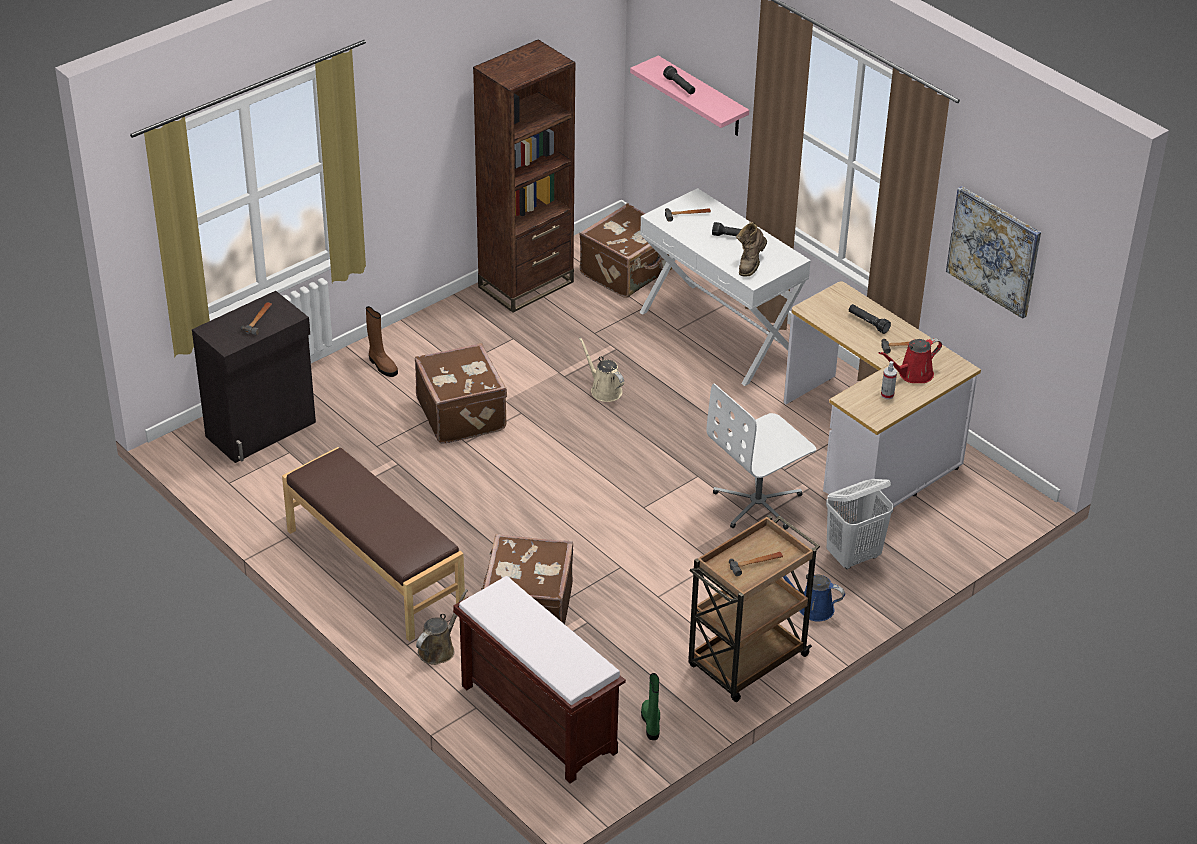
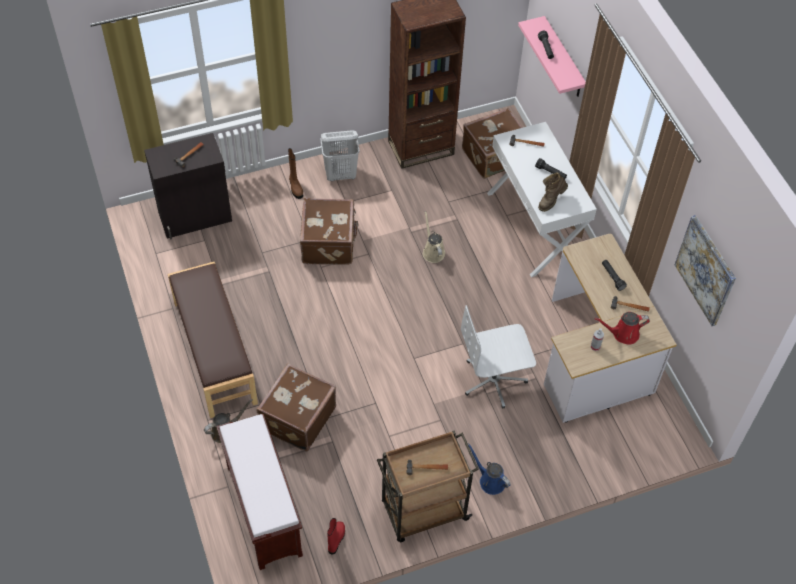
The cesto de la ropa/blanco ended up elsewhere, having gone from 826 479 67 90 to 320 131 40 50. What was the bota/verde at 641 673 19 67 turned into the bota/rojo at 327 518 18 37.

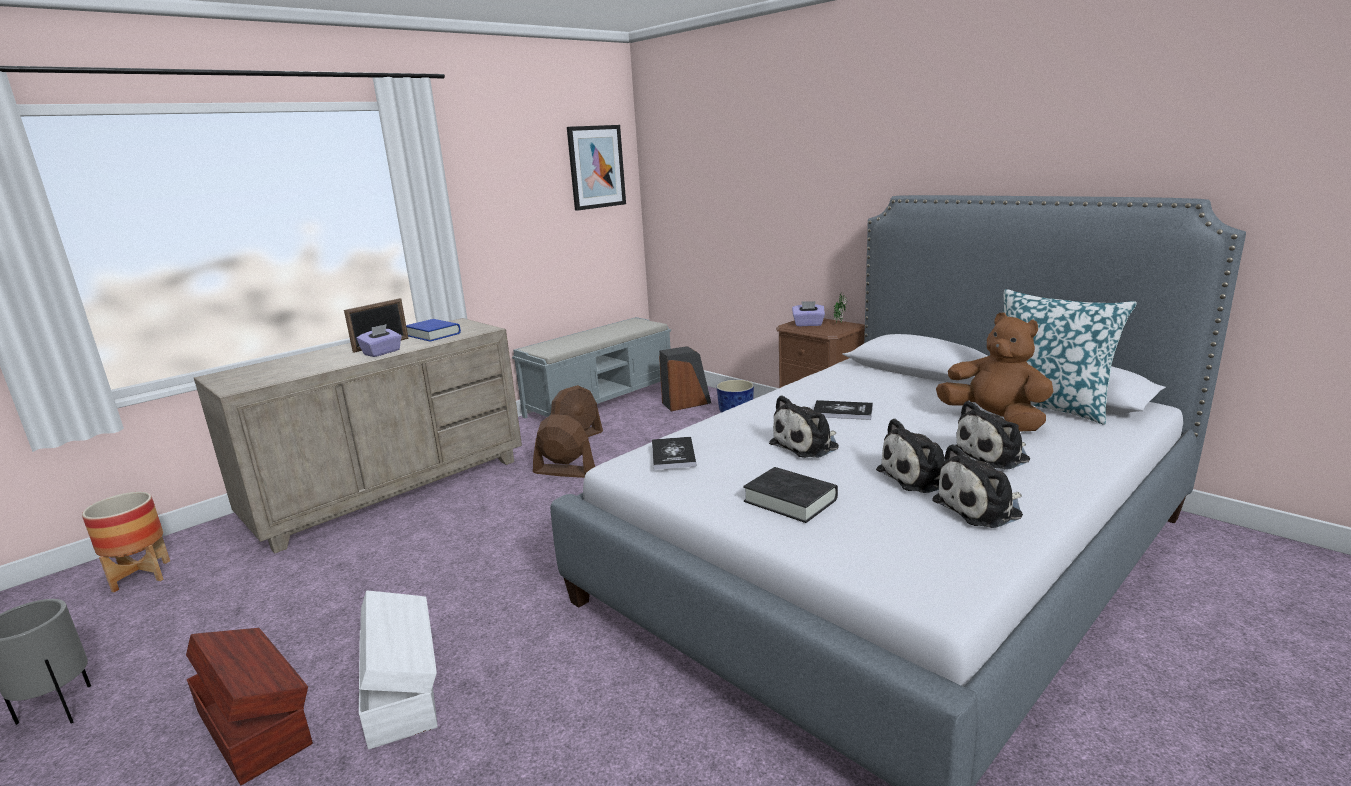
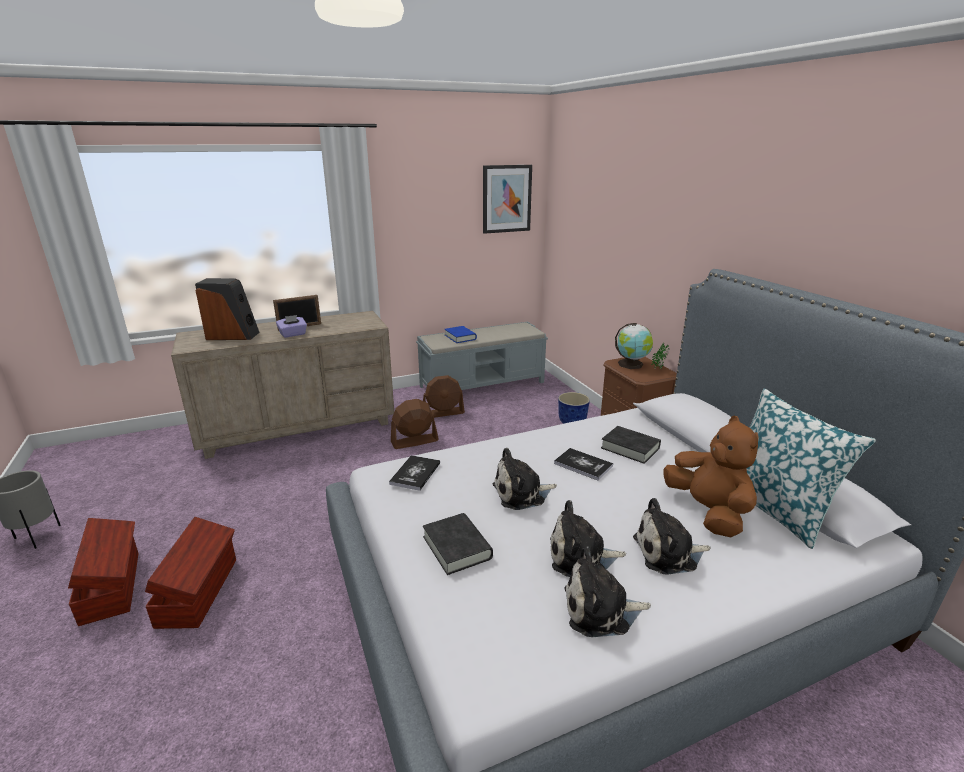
What was the caja de almacenaje/blanco at 359 591 79 158 turned into the caja de almacenaje/marrón at 145 517 91 112. The altavoz ended up elsewhere, having gone from 659 346 52 65 to 195 278 65 62. The ventilador/marrón at 533 414 62 64 ended up facing another way, 60 degrees counterclockwise from before. The libro/azul ended up elsewhere, having gone from 406 319 55 22 to 445 326 32 17. The second view gained the libro/negro at 601 426 60 38. Where the caja de pañuelos/morado stood at 792 301 33 25, the globo terráqueo came to stand at 615 323 38 46. The second view lost the maceta at 82 492 88 100.

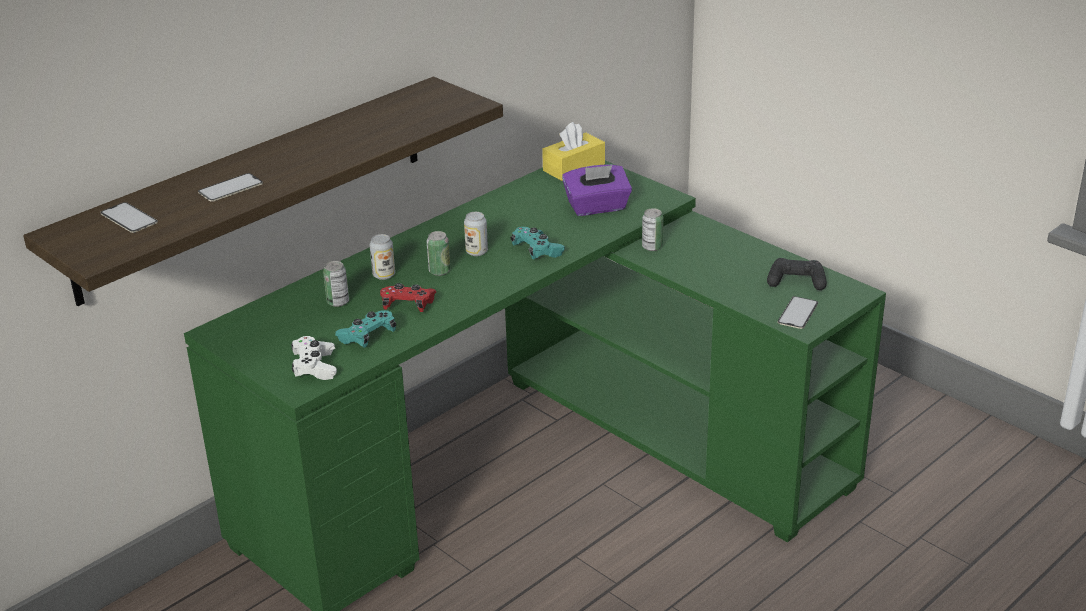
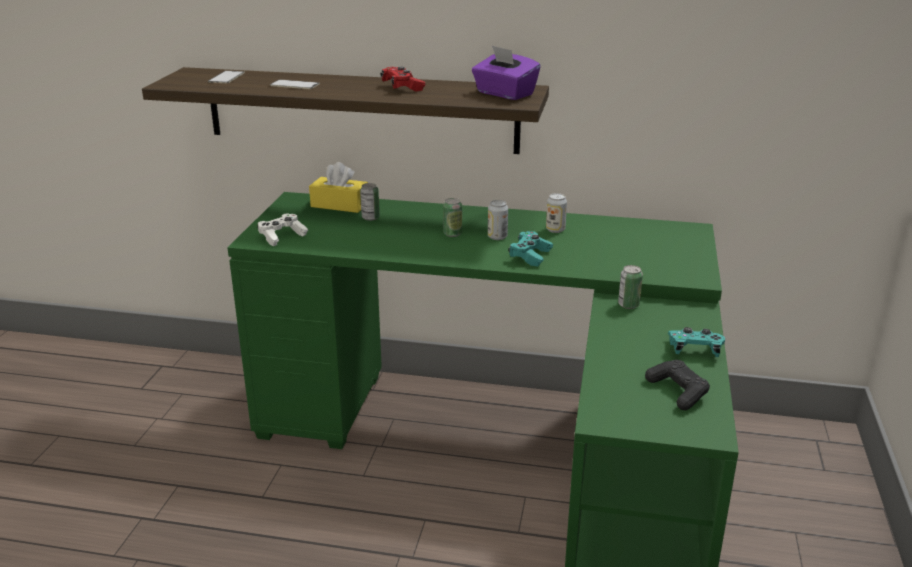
The caja de pañuelos/amarillo ended up elsewhere, having gone from 542 122 63 59 to 309 162 59 51. The mando de consola/rojo ended up elsewhere, having gone from 380 283 56 29 to 380 67 45 24. The caja de pañuelos/morado ended up elsewhere, having gone from 562 165 70 51 to 472 46 69 54. The lata ended up elsewhere, having gone from 370 234 25 46 to 546 193 21 40. The mando de consola/turquesa ended up elsewhere, having gone from 335 310 61 38 to 668 327 57 30. The second view lost the móvil at 777 296 41 33.

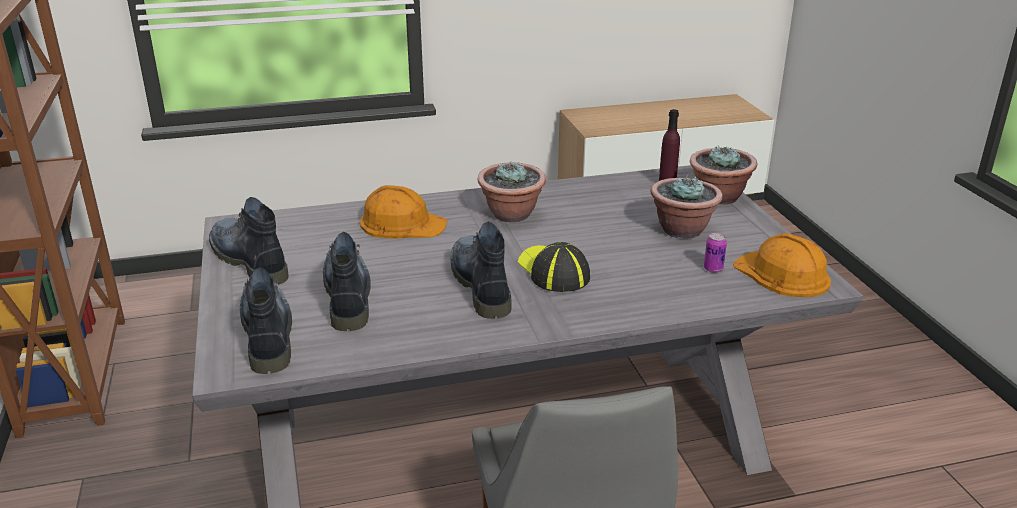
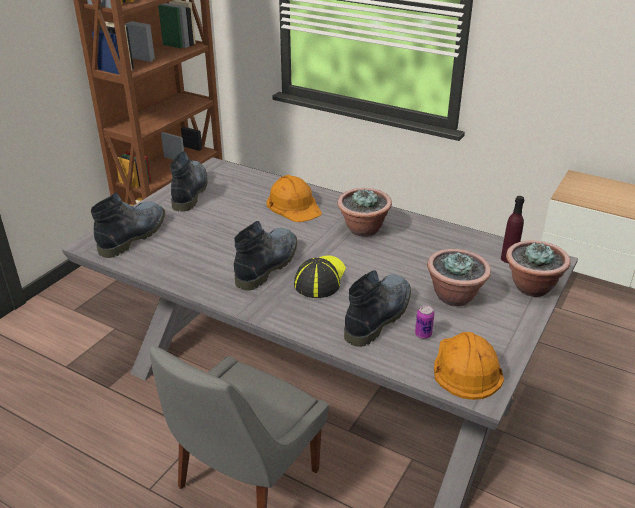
The bota ended up elsewhere, having gone from 323 232 48 99 to 344 270 67 77.

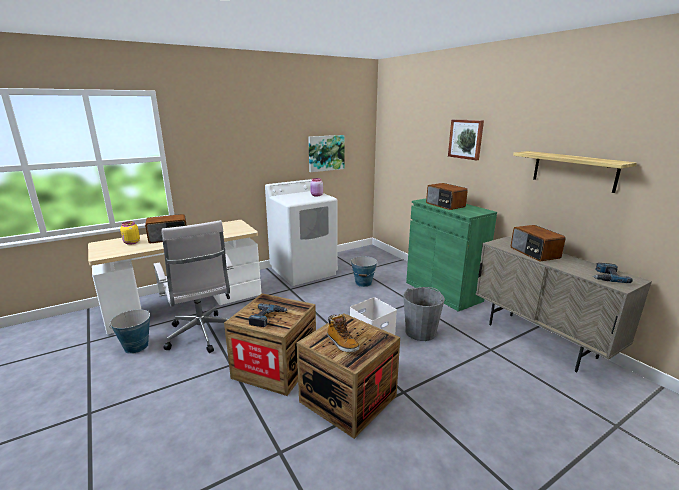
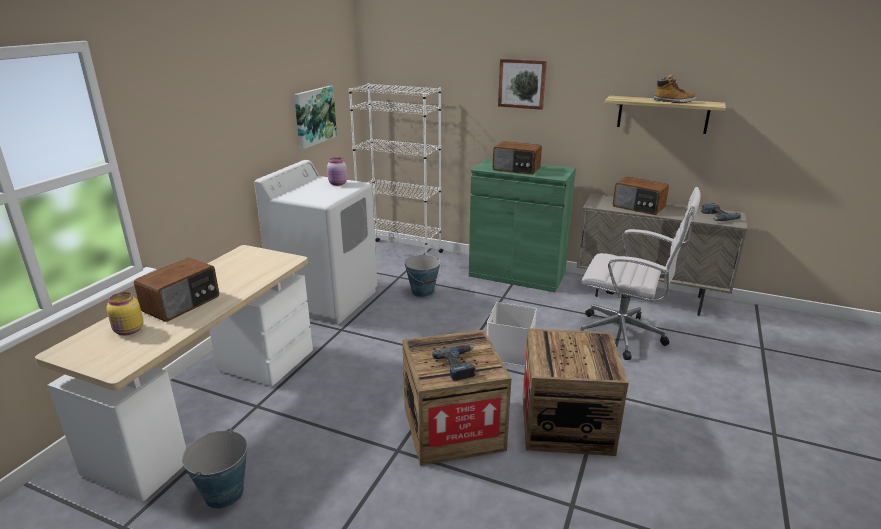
The second view gained the estantería/blanco at 349 83 94 172. The silla de oficina/blanco ended up elsewhere, having gone from 153 220 80 133 to 580 187 121 173. The bota ended up elsewhere, having gone from 327 314 33 38 to 654 74 43 29. The second view lost the cubo/gris at 403 287 42 54.

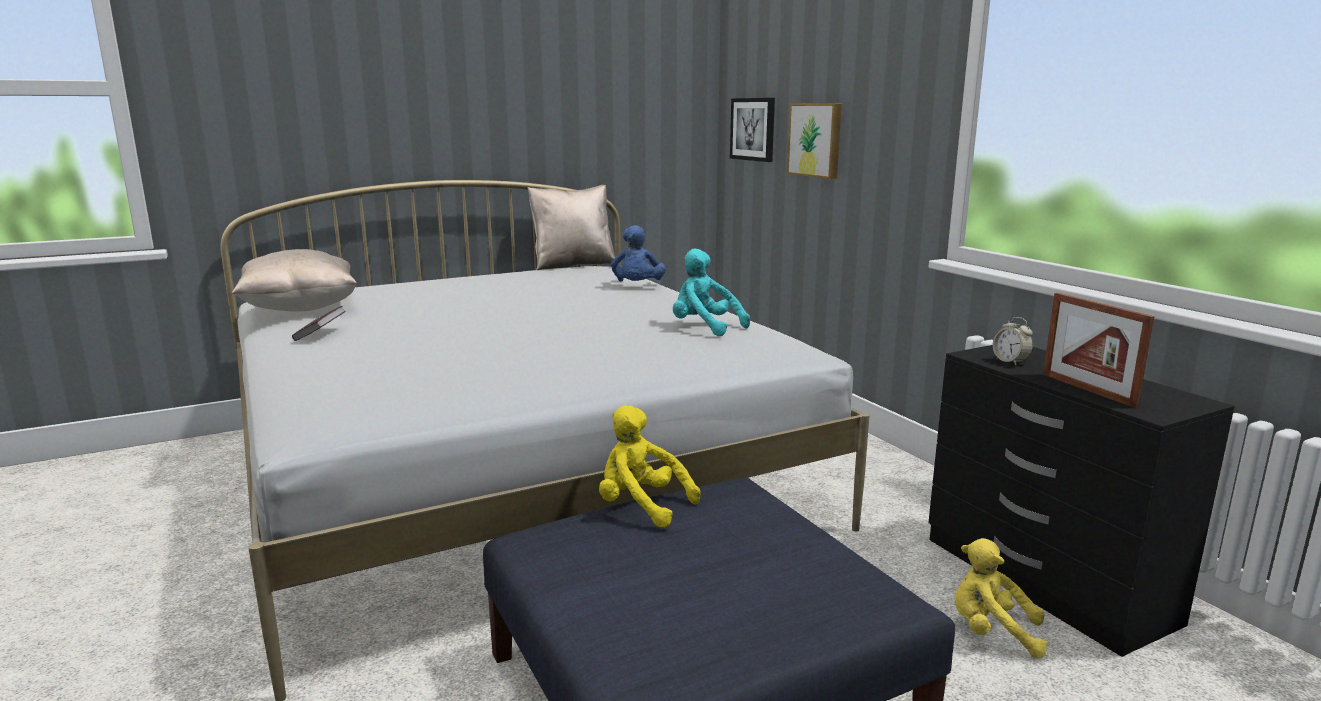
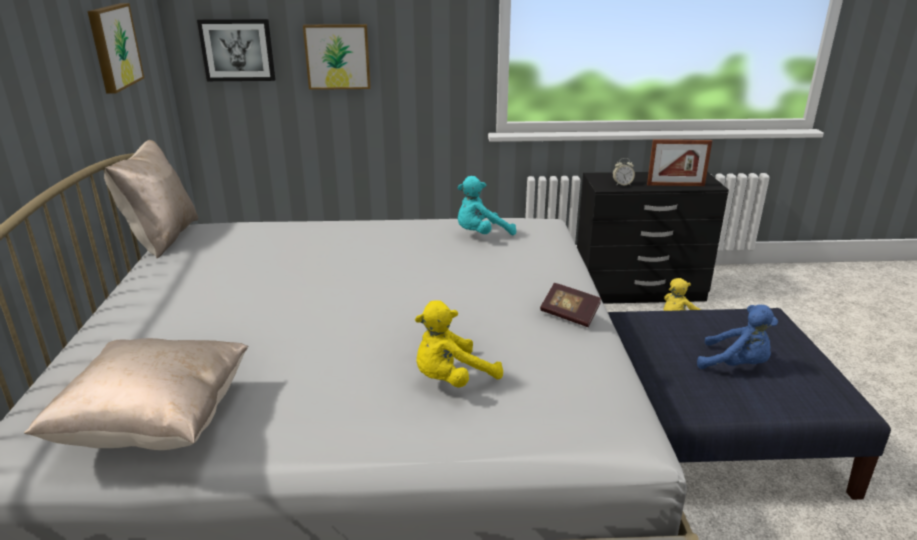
The second view gained the cuadro at 88 3 56 91. The peluche/amarillo ended up elsewhere, having gone from 599 405 102 123 to 415 300 88 88. The libro ended up elsewhere, having gone from 292 306 54 35 to 540 283 61 44. The peluche/azul ended up elsewhere, having gone from 611 225 55 56 to 697 305 81 64.

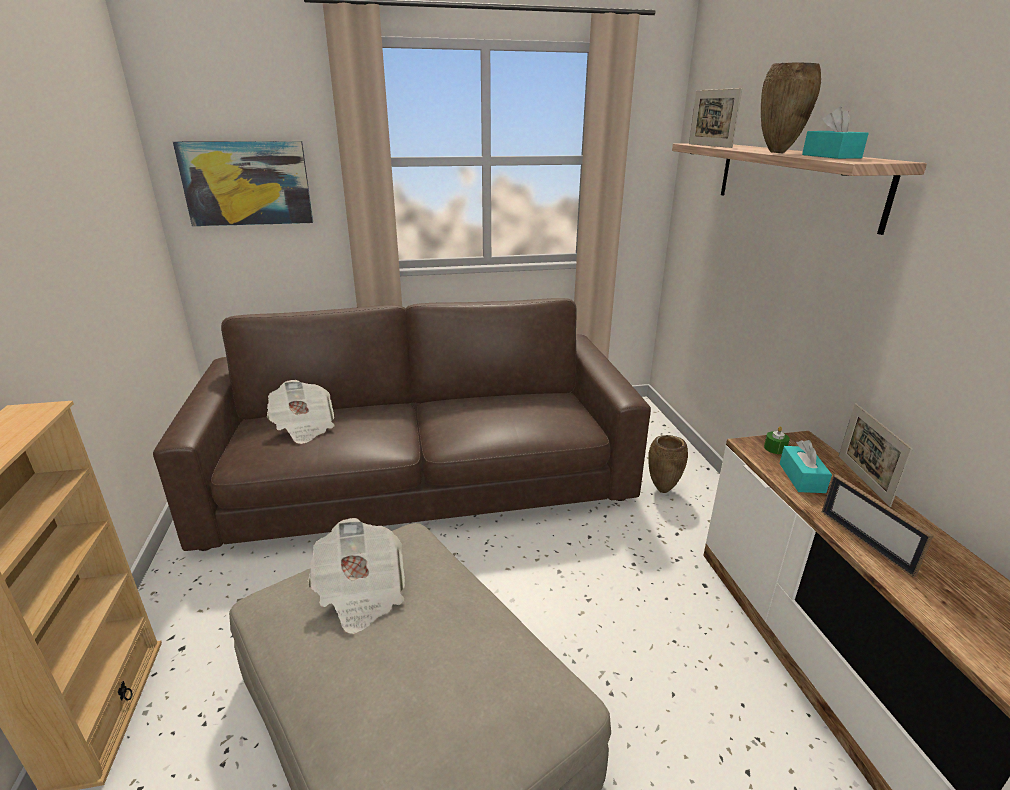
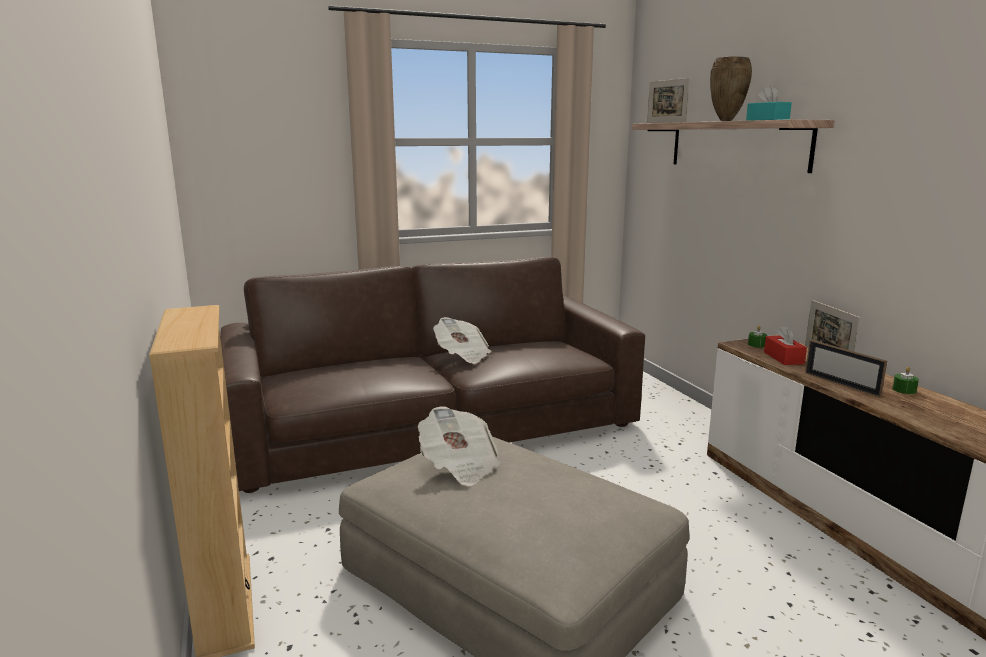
The periódico ended up elsewhere, having gone from 267 380 67 64 to 433 317 58 47. What was the caja de pañuelos/turquesa at 779 440 53 53 turned into the caja de pañuelos/rojo at 764 325 43 40. The second view gained the vela/verde at 892 367 27 27. The second view lost the cuadro at 173 141 140 85. The second view lost the florero/marrón at 648 435 40 58.

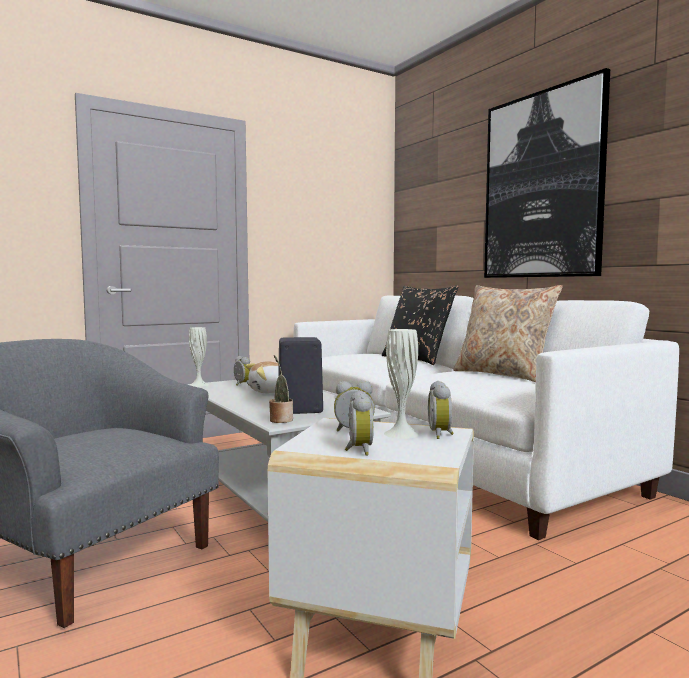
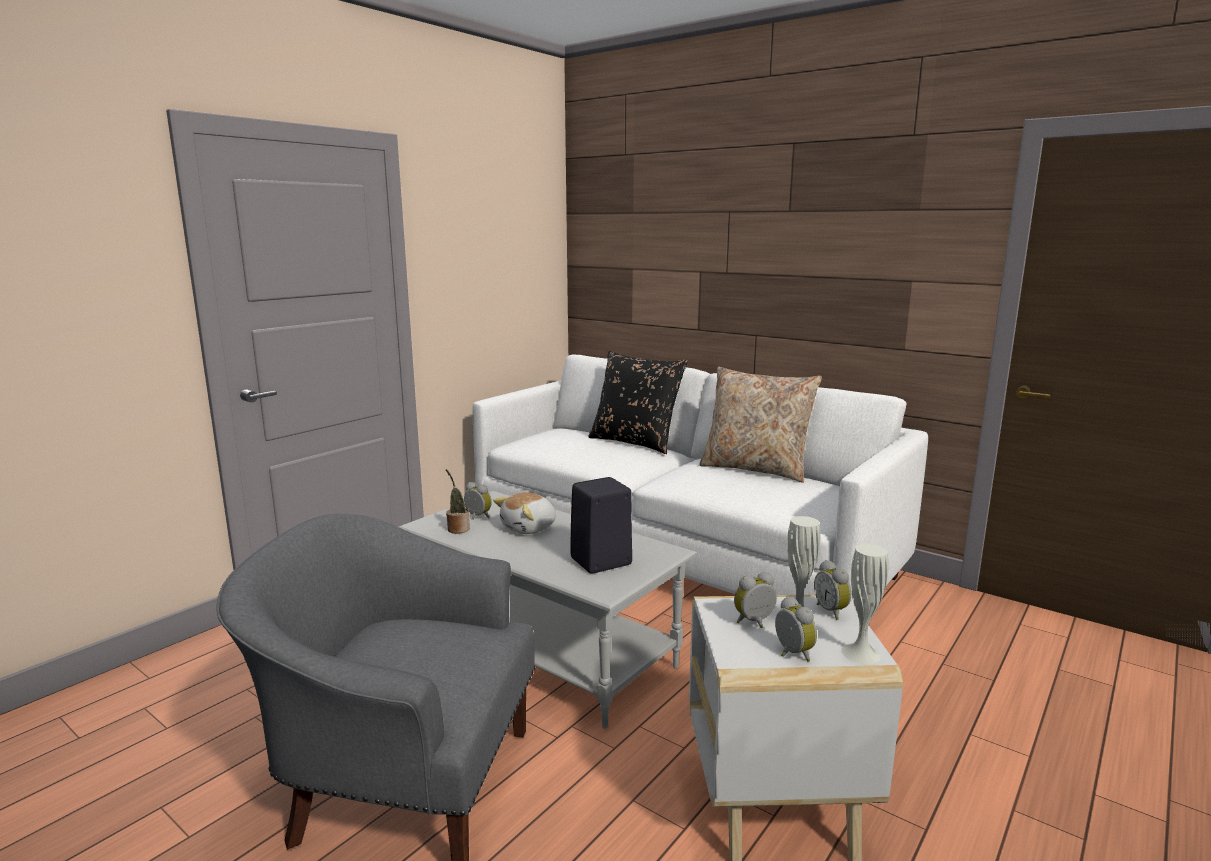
The planta en maceta ended up elsewhere, having gone from 269 355 24 68 to 446 469 24 65. The florero/blanco ended up elsewhere, having gone from 189 327 20 60 to 841 544 48 120. The second view lost the cuadro at 484 68 126 210.

